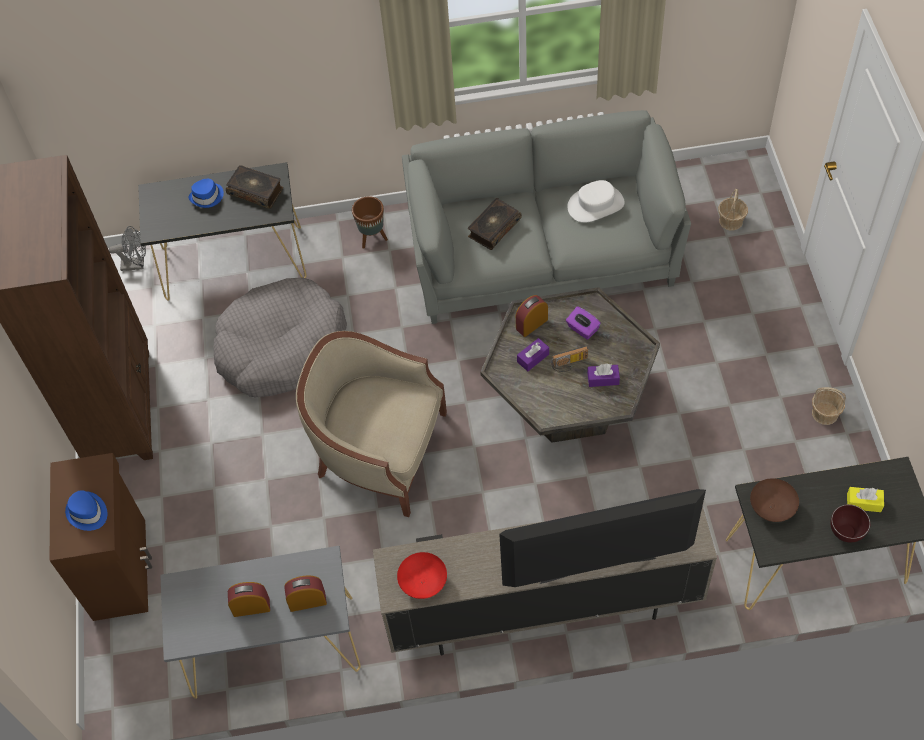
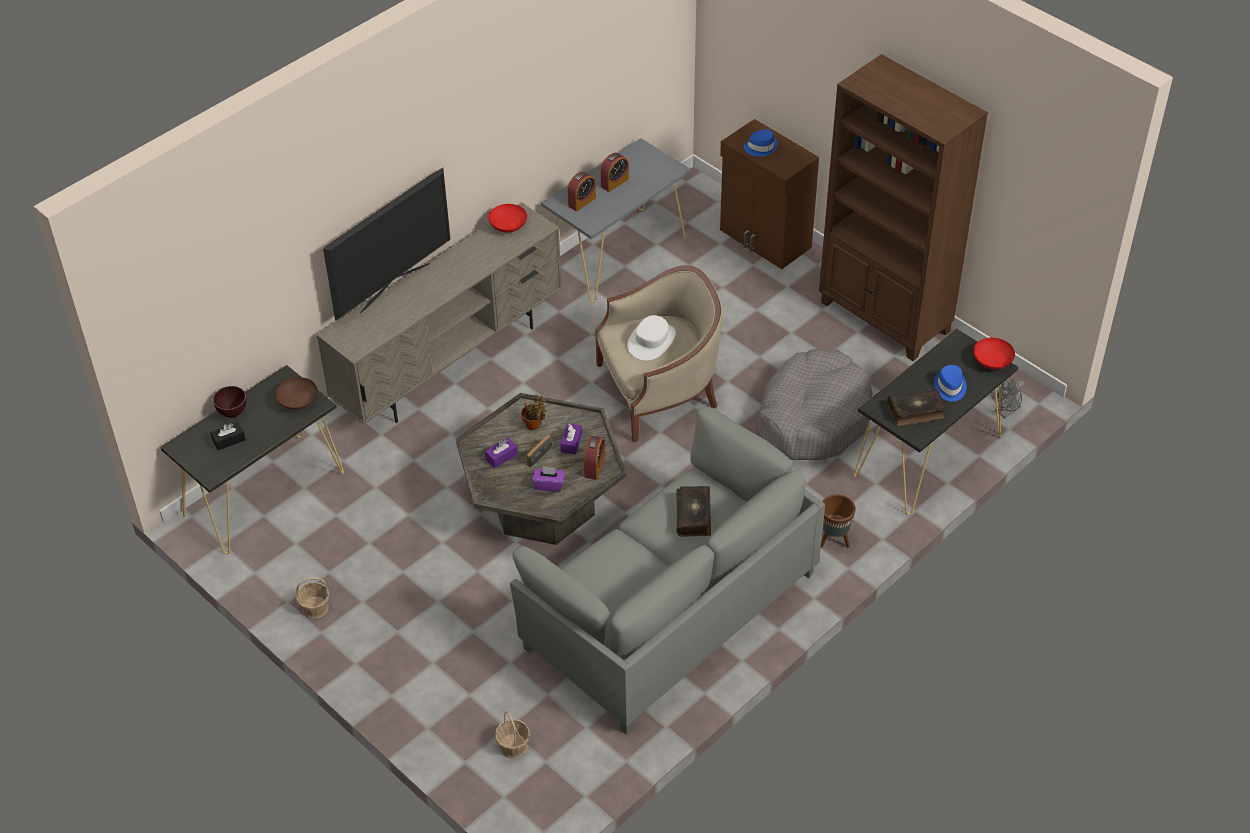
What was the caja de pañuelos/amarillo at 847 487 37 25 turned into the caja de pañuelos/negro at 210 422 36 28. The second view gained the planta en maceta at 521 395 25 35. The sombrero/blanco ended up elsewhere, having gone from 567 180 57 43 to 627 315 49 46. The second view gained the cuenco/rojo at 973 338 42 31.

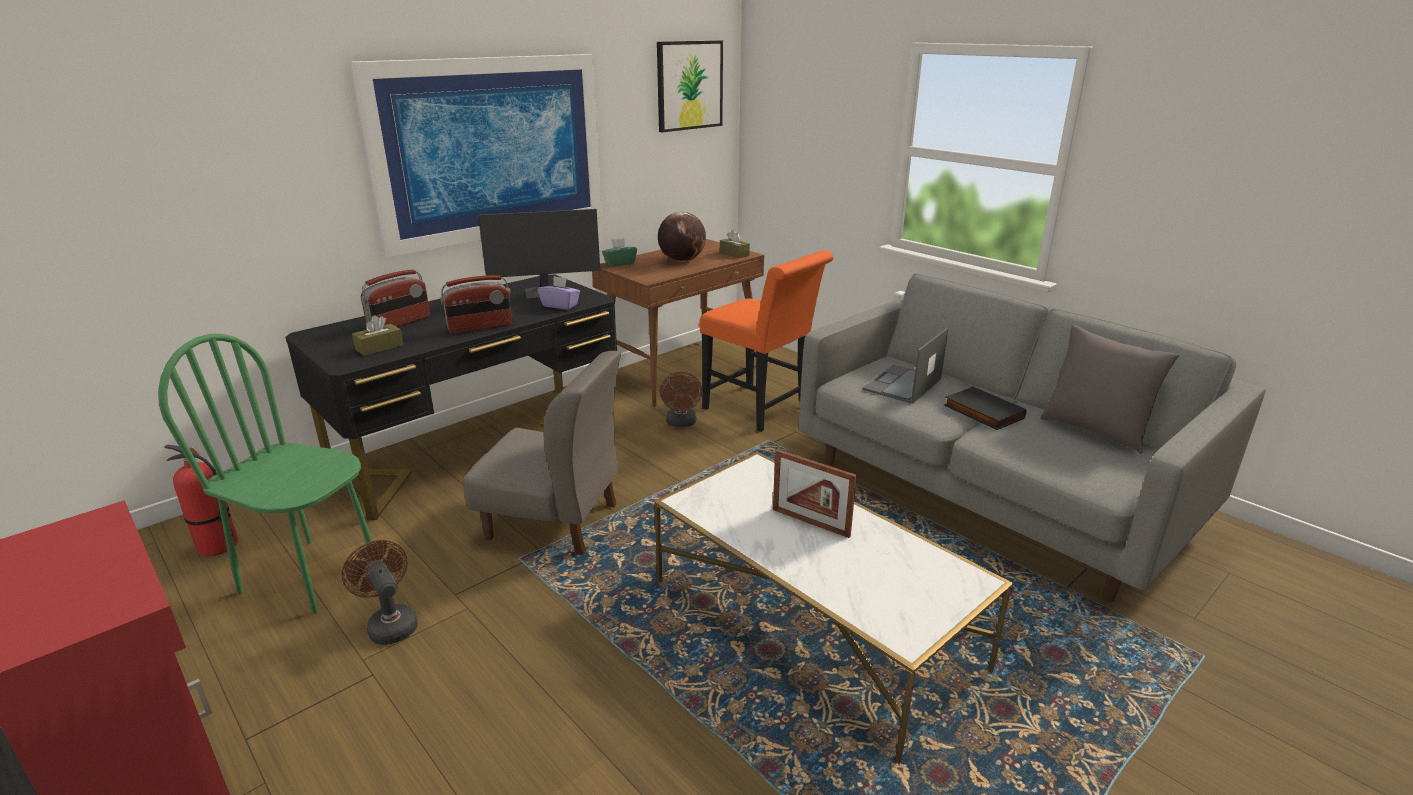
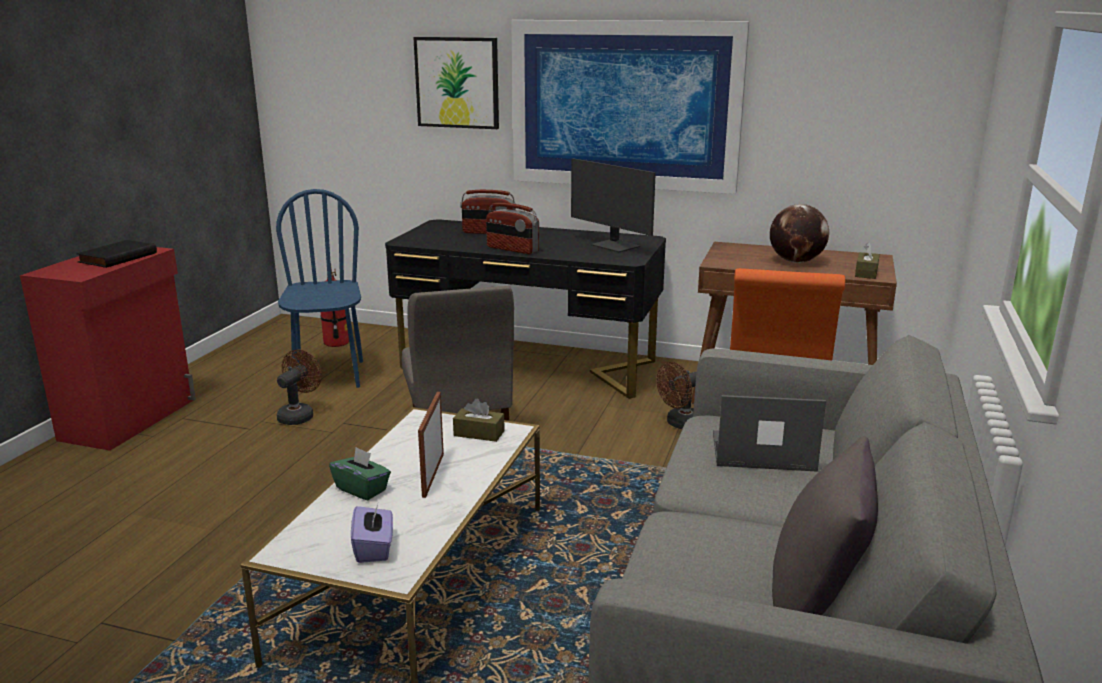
The libro/negro ended up elsewhere, having gone from 944 386 82 44 to 76 240 81 28. What was the silla/verde at 158 334 214 280 turned into the silla/azul at 276 189 87 199. The caja de pañuelos/verde ended up elsewhere, having gone from 602 238 35 29 to 329 447 62 53. The caja de pañuelos/morado ended up elsewhere, having gone from 537 276 43 34 to 351 504 42 59. The cuadro ended up elsewhere, having gone from 657 40 66 92 to 413 37 86 92. The caja de pañuelos/marrón ended up elsewhere, having gone from 352 315 52 41 to 453 398 52 44.

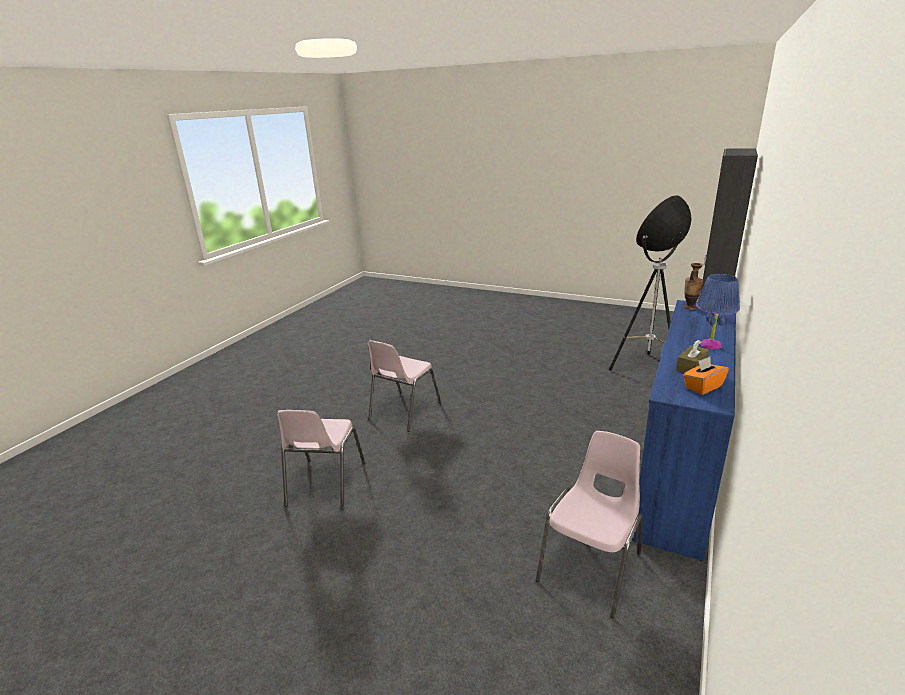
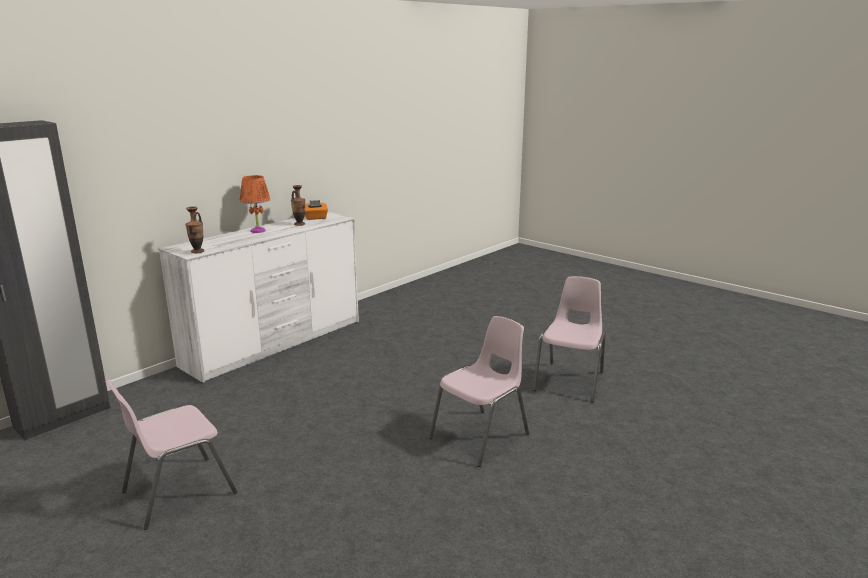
The silla/rosa ended up elsewhere, having gone from 536 431 107 187 to 105 380 132 150. What was the cómoda/azul at 632 300 104 261 turned into the cómoda/blanco at 159 212 200 171. What was the lámpara de mesa/azul at 696 274 44 75 turned into the lámpara de mesa/naranja at 240 175 30 58. Where the caja de pañuelos/marrón stood at 676 340 33 33, the florero came to stand at 291 185 14 41. The second view lost the lámpara de pie at 609 195 82 176.

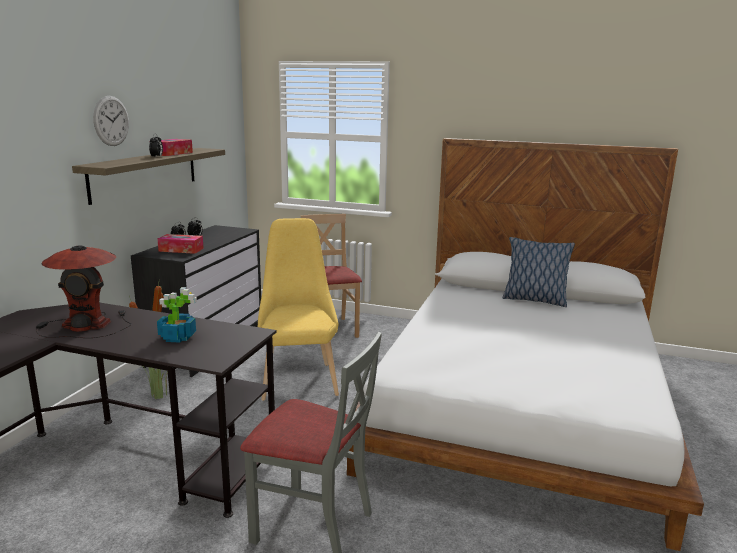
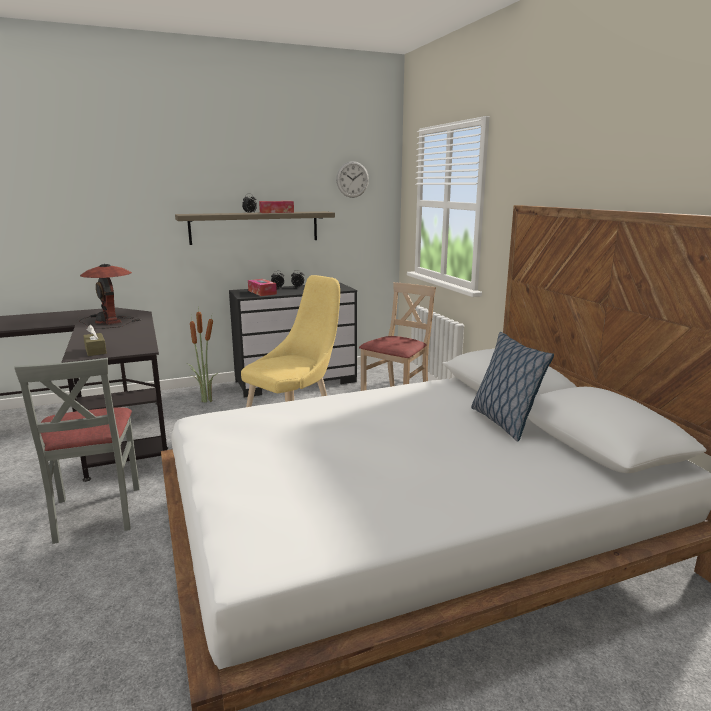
The second view gained the caja de pañuelos/marrón at 83 325 24 31. The reloj de pared ended up elsewhere, having gone from 93 96 36 50 to 336 161 33 37. The second view lost the planta en maceta at 157 287 40 56.

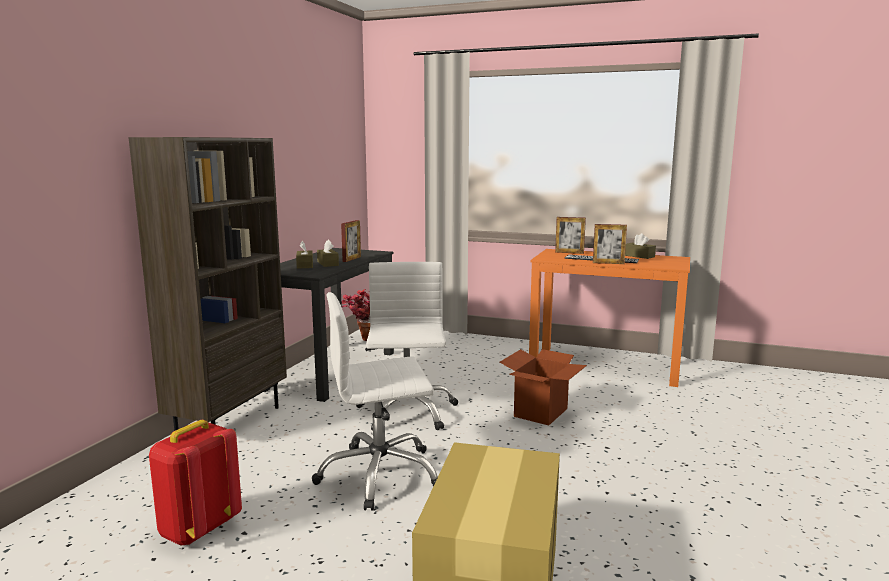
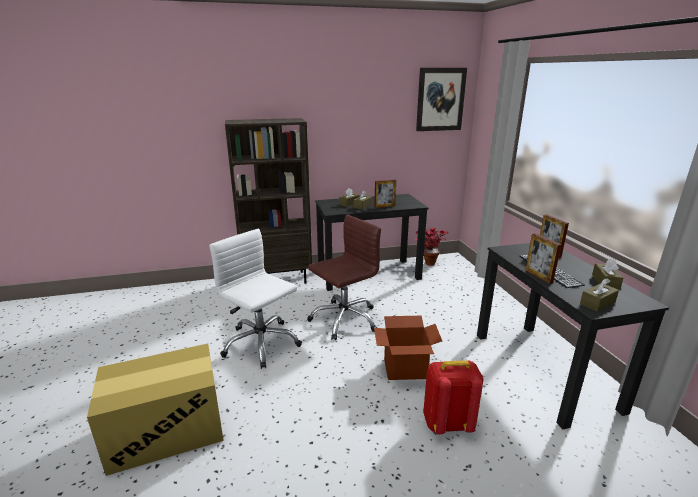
What was the silla de oficina/blanco at 356 262 102 168 turned into the silla de oficina/marrón at 307 214 74 126. The second view gained the cuadro at 416 68 51 63. The mochila/rojo ended up elsewhere, having gone from 149 420 93 126 to 423 360 60 74. What was the escritorio/naranja at 529 249 161 138 turned into the escritorio/negro at 477 243 192 186. The second view gained the caja de pañuelos/marrón at 580 278 39 34.

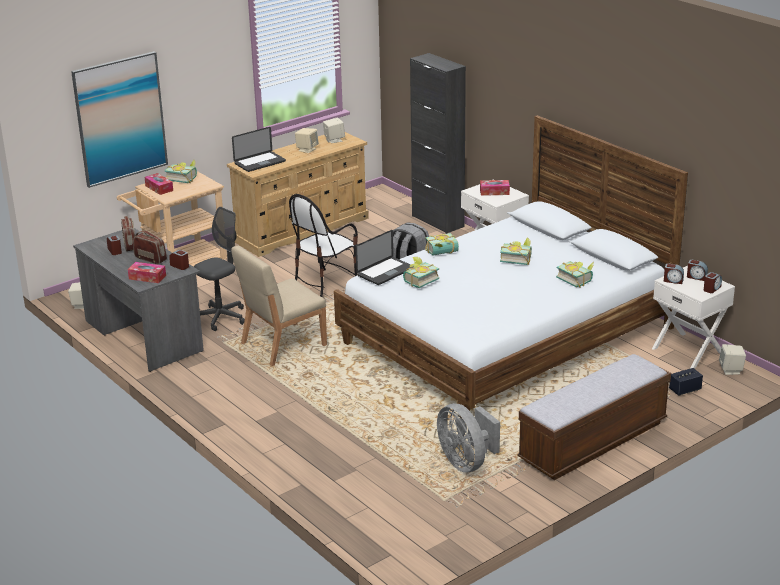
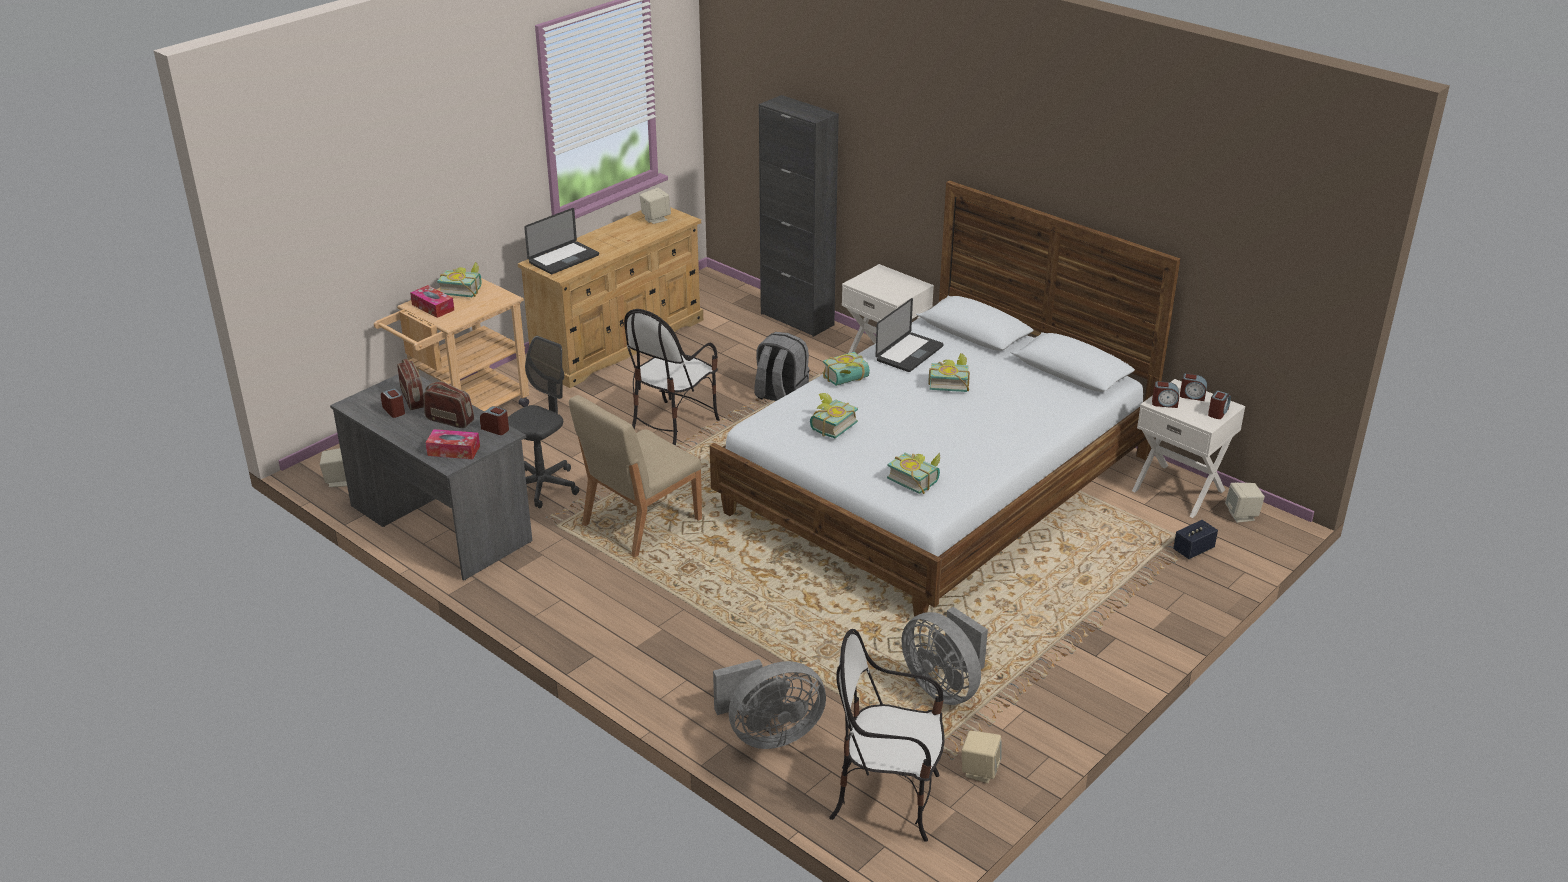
The second view gained the ventilador/gris at 713 659 113 90. The second view gained the silla at 829 629 115 213. The portátil ended up elsewhere, having gone from 355 230 59 55 to 875 298 69 74. The libro ended up elsewhere, having gone from 556 261 38 27 to 887 452 53 42. The altavoz/beis ended up elsewhere, having gone from 295 128 24 25 to 962 731 40 52. The second view lost the cuadro at 71 51 97 137. The second view lost the caja de pañuelos at 480 180 30 16. The second view lost the banco at 517 354 154 126.

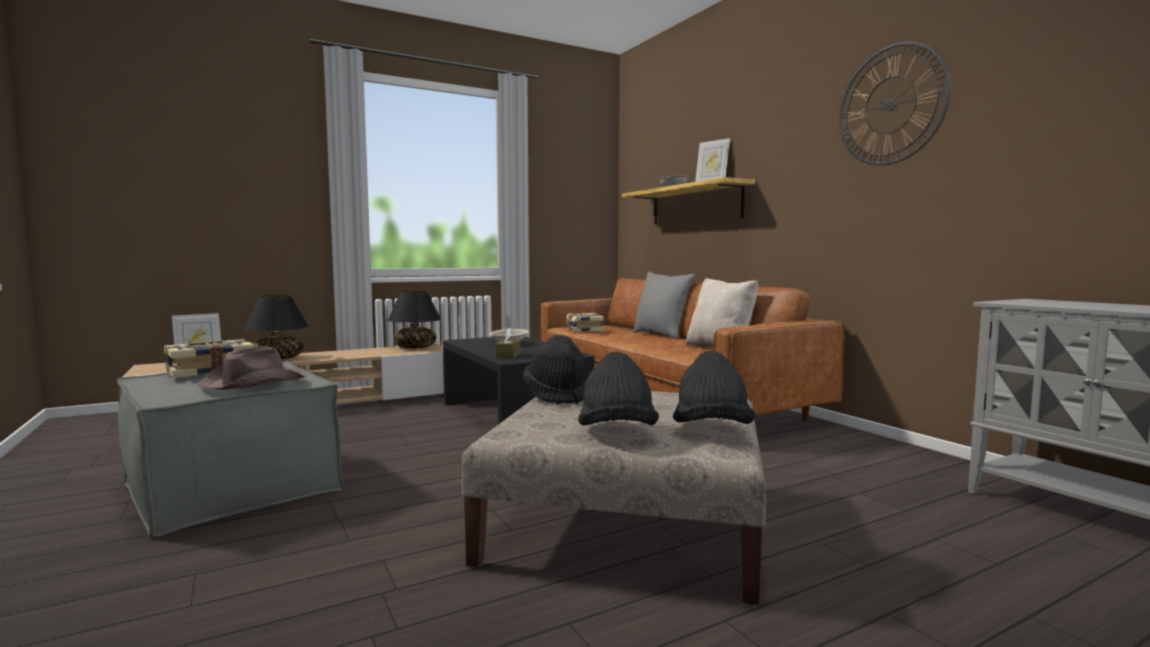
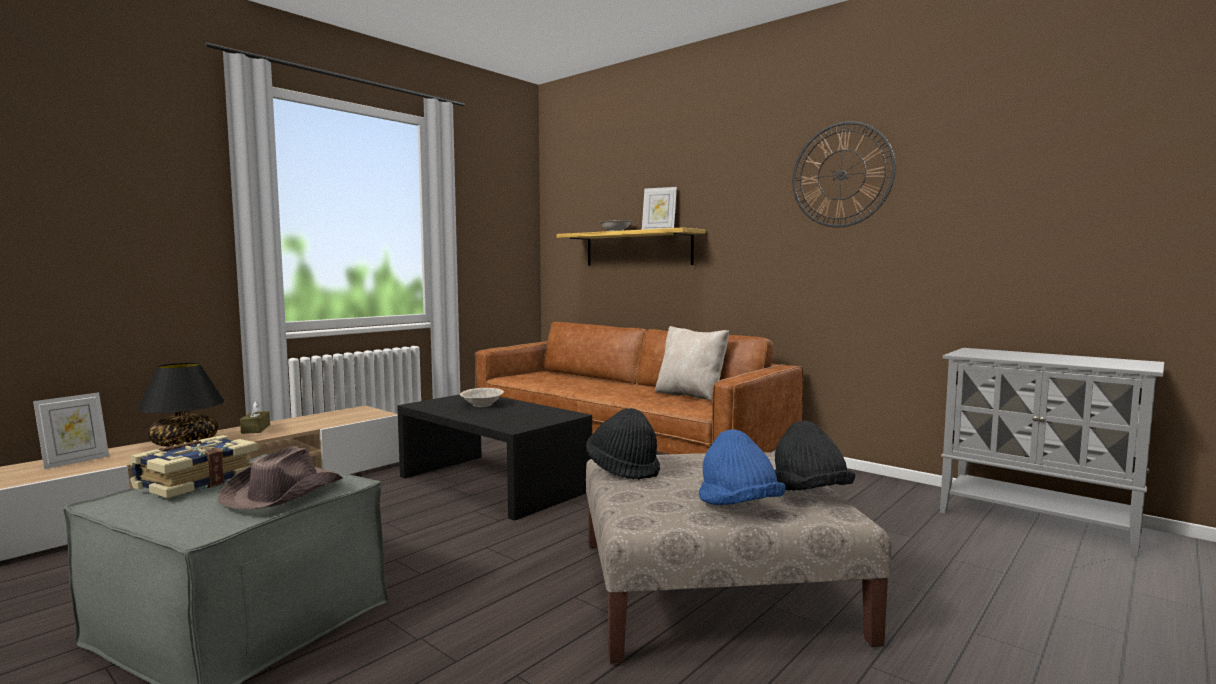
The caja de pañuelos/marrón ended up elsewhere, having gone from 495 327 26 32 to 240 401 30 33. What was the sombrero/negro at 578 352 81 73 turned into the sombrero/azul at 699 430 87 75. The second view lost the lámpara de mesa/negro at 388 291 53 58. The second view lost the libro at 566 313 38 19. The second view lost the cojín/gris at 633 272 62 67.

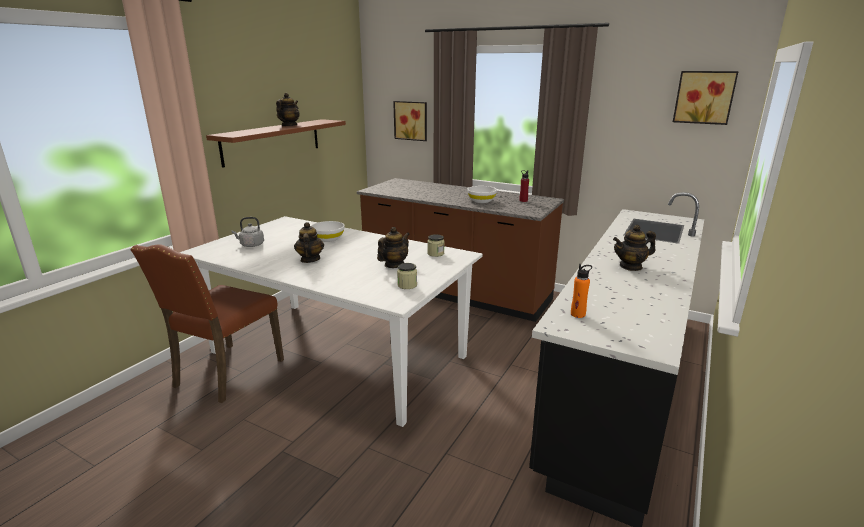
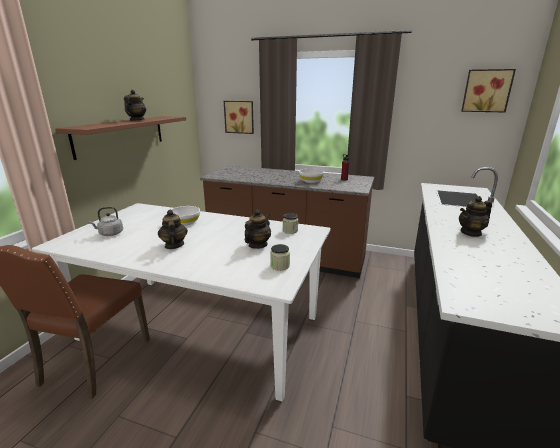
The second view lost the botella/naranja at 571 264 21 54.

